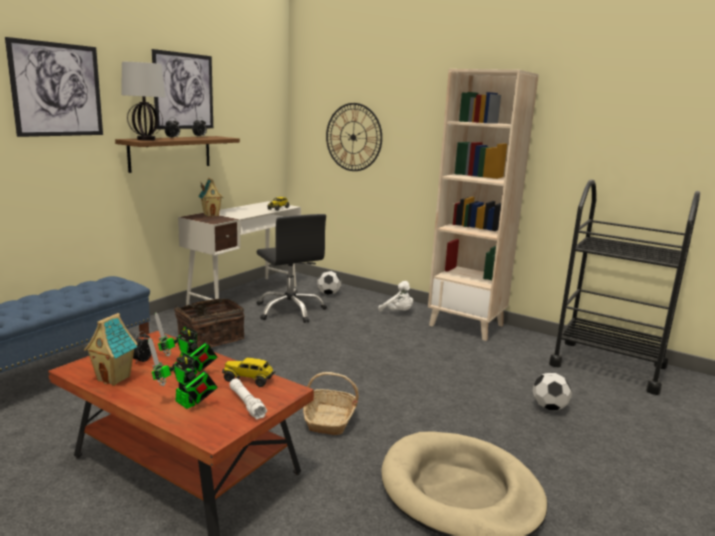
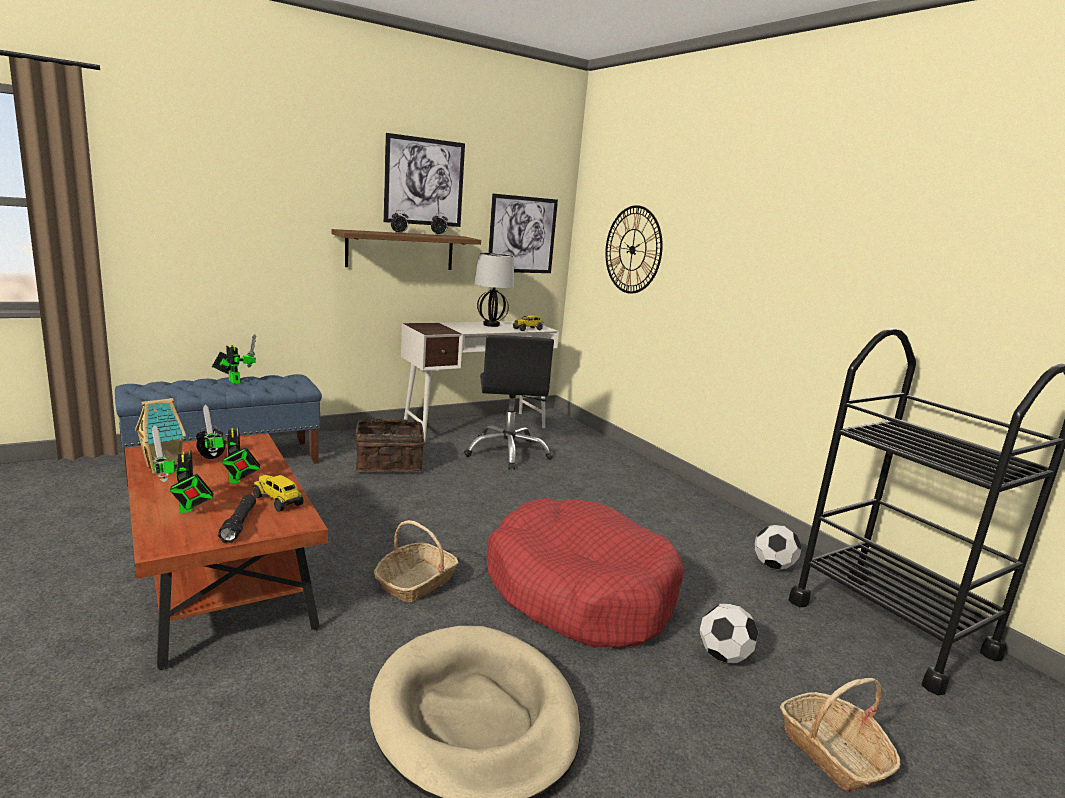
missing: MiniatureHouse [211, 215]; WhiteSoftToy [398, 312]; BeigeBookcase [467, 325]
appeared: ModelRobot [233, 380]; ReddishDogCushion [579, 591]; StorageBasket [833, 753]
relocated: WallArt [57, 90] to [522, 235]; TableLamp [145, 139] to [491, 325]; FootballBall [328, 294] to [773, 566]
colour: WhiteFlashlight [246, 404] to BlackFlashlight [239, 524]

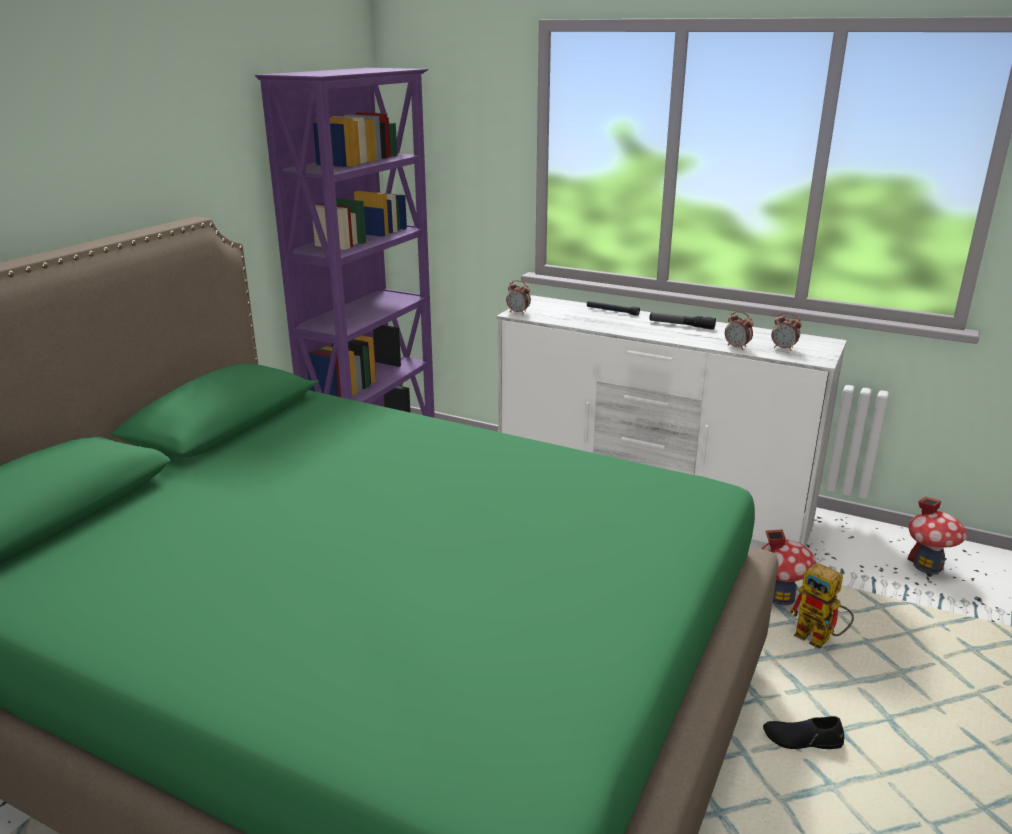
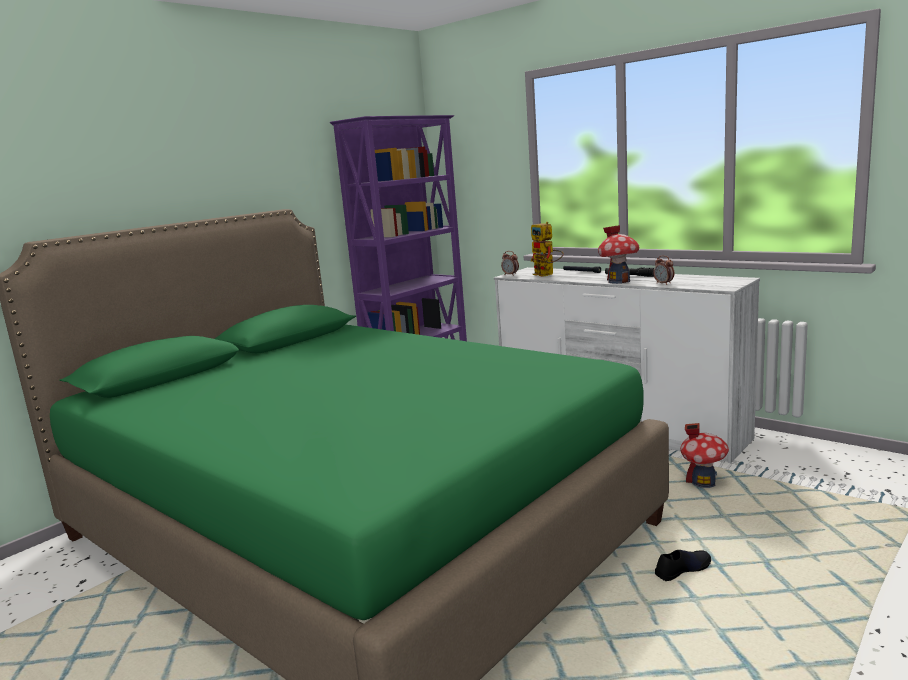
missing: AlarmClock [784, 348]
relocated: ModelRobot [819, 640] to [547, 274]; MiniatureHouse [928, 566] to [619, 281]
spun: BlackItemOfFootwear [802, 740] = [682, 570] 135 degrees clockwise

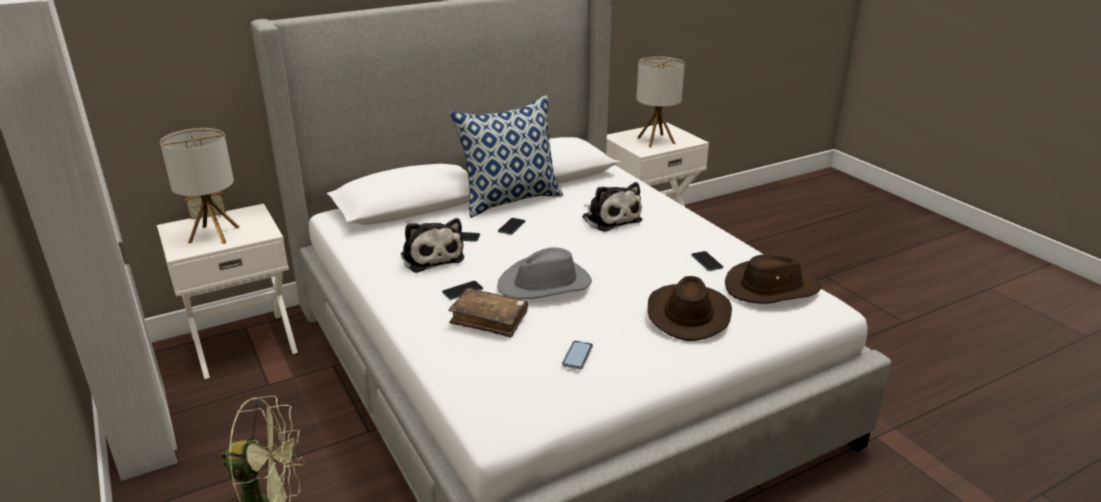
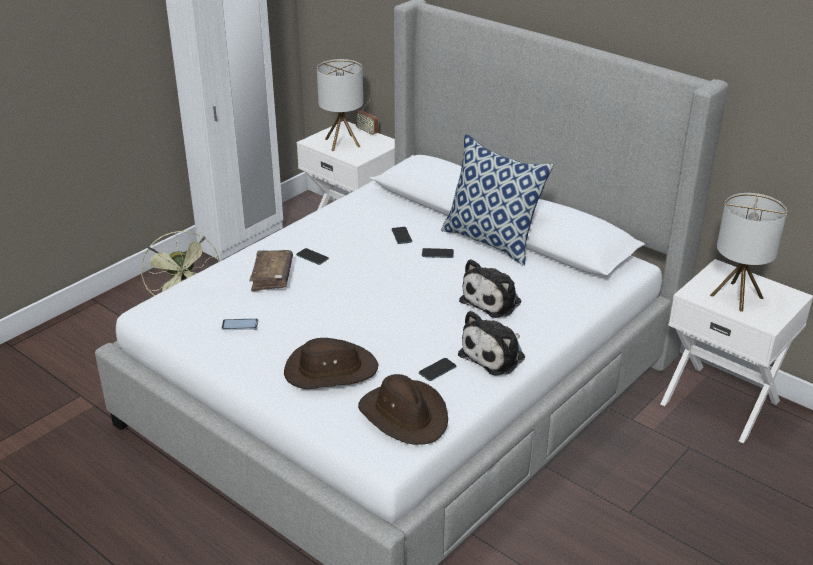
missing: GrayHat [545, 284]
relocated: SoftToy [431, 257] to [495, 355]

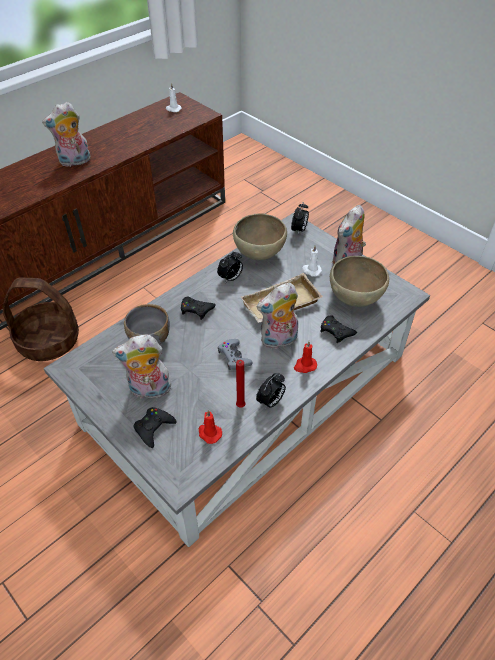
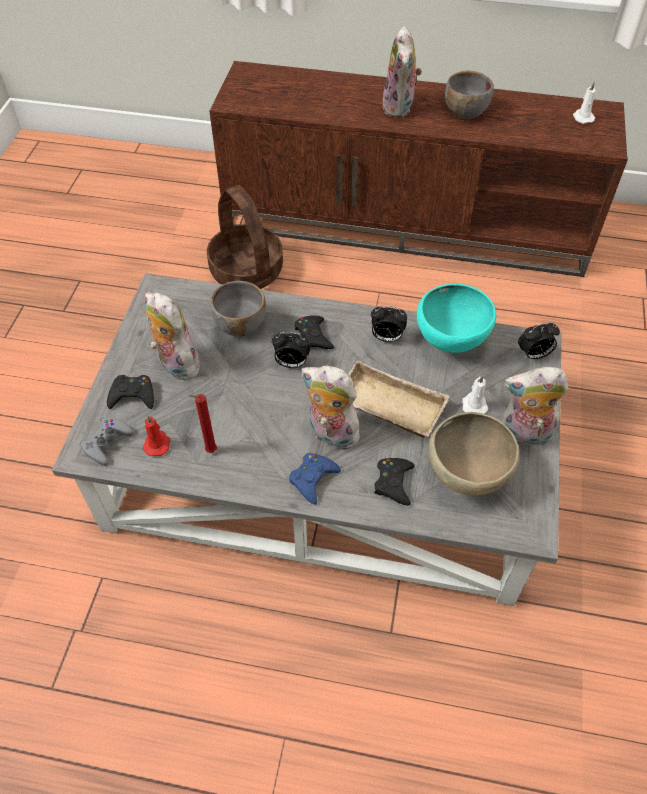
appeared: GrayServingBowl [465, 112]
relocated: GrayGamepad [234, 357] to [107, 443]; AlarmClock [270, 402] to [291, 364]
exchanged: ReddishCandle [305, 366] to BlueColouredGamepad [313, 479]
colour: BrownishServingBowl [259, 254] to TurquoiseColouredServingBowl [451, 341]
spun: SoftToy [74, 162] = [400, 108] 120 degrees counterclockwise

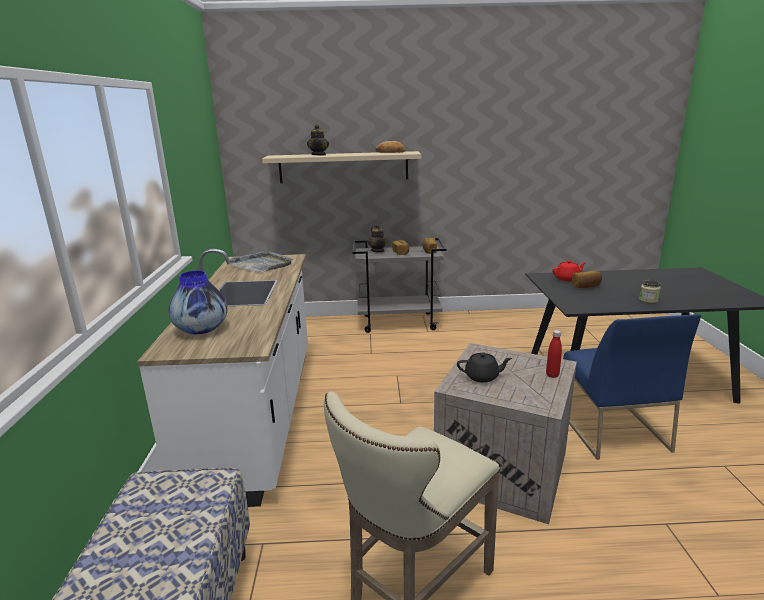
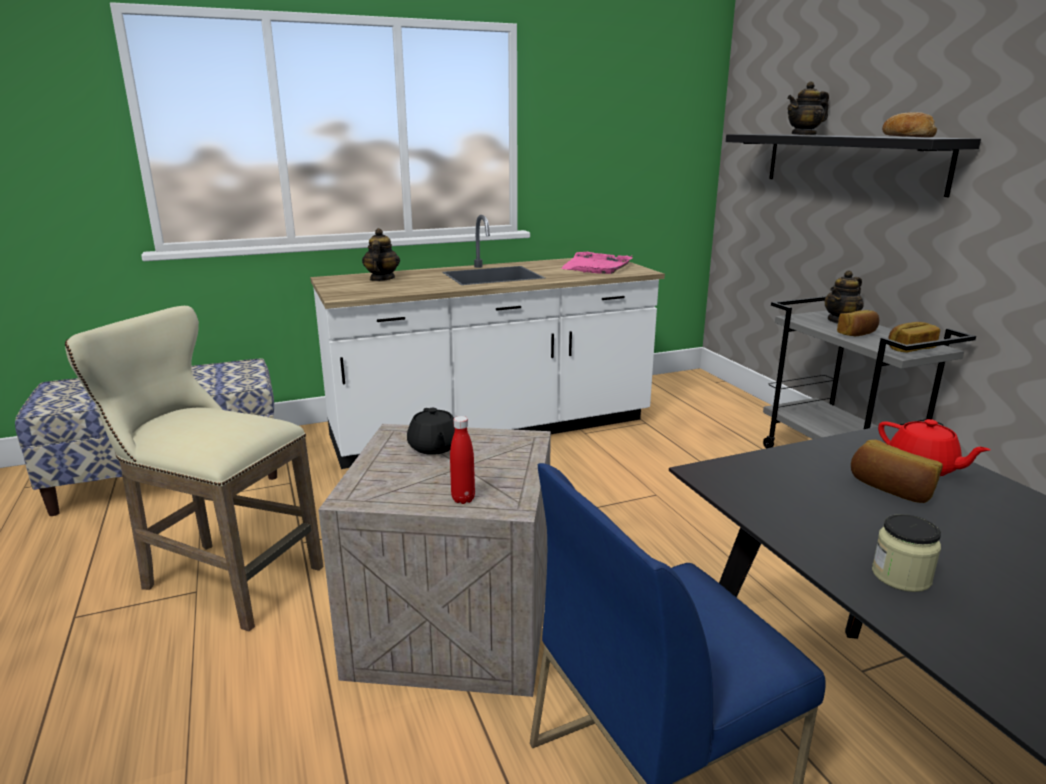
exchanged: Vase [201, 329] to TeaPot [381, 279]
colour: GrayCarryingTray [262, 264] to PinkColouredCarryingTray [596, 266]; BeigeWallShelf [343, 167] to BlackWallShelf [851, 161]

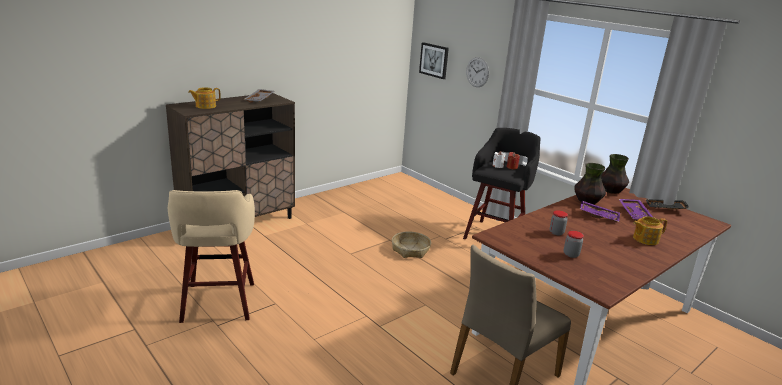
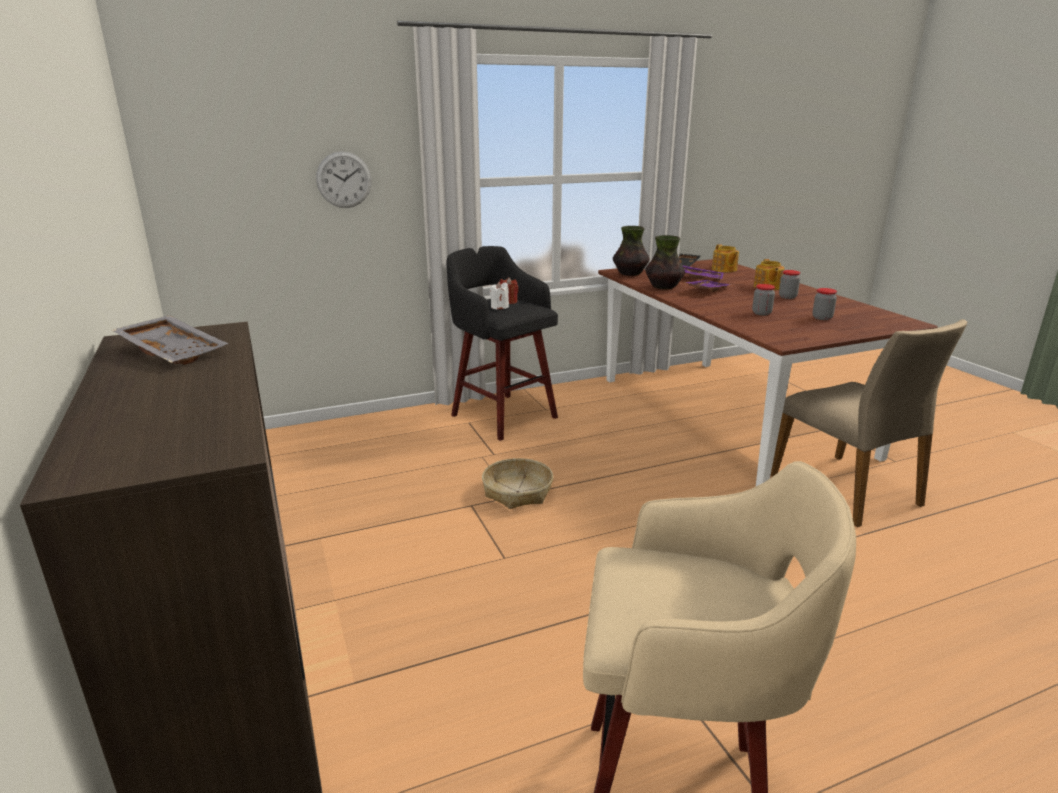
missing: WallArt [434, 60]
appeared: StorageJar [787, 297]
relocated: TeaPot [205, 106] to [724, 269]

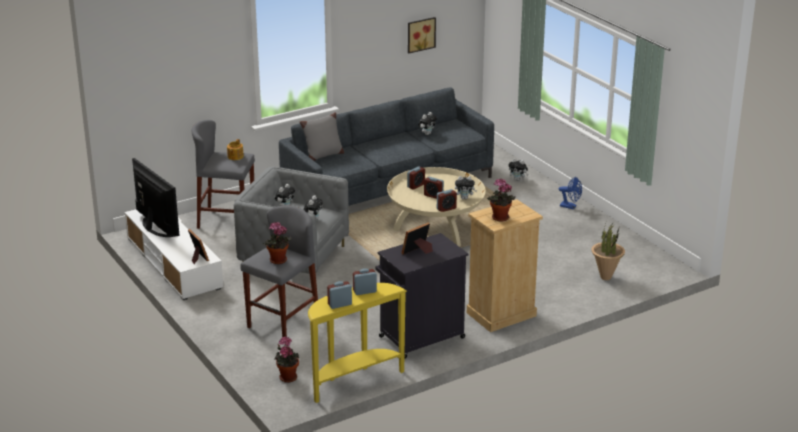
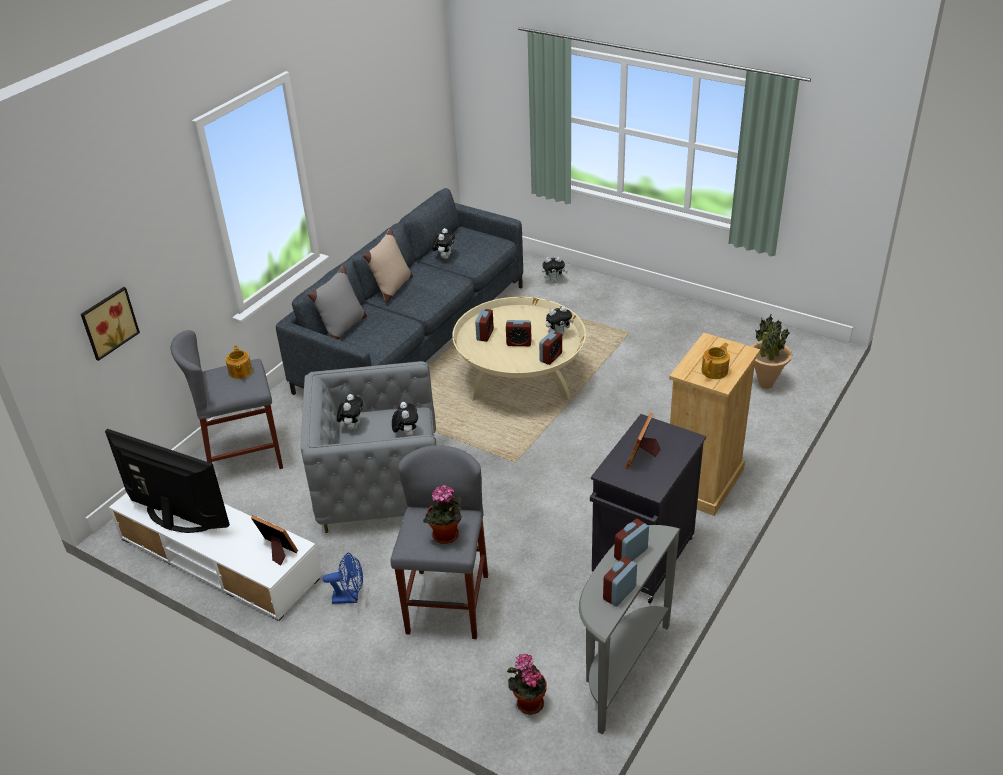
appeared: BeigeCushion [392, 288]
relocated: WallArt [420, 34] to [108, 322]; BlueColouredCoolingFan [570, 206] to [350, 597]
exchanged: PottedPlant [499, 218] to TeaPot [715, 371]
colour: YellowColouredNarrowTable [353, 380] to GrayNarrowTable [619, 669]

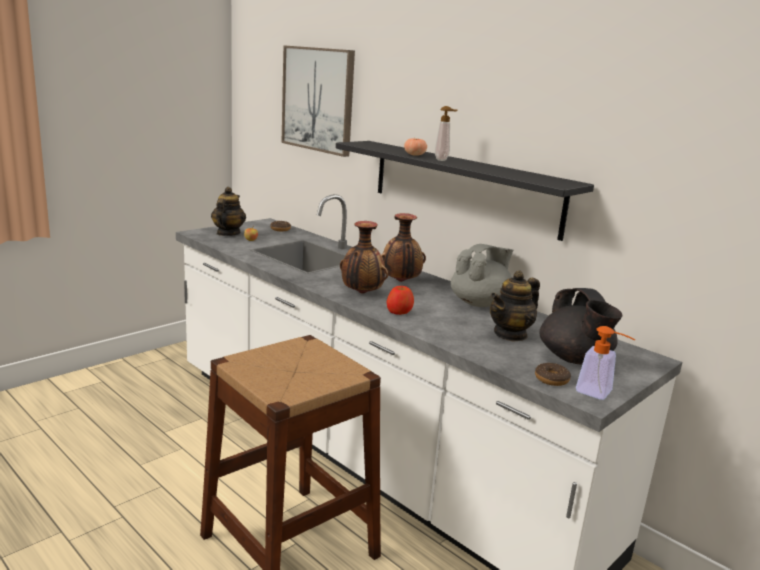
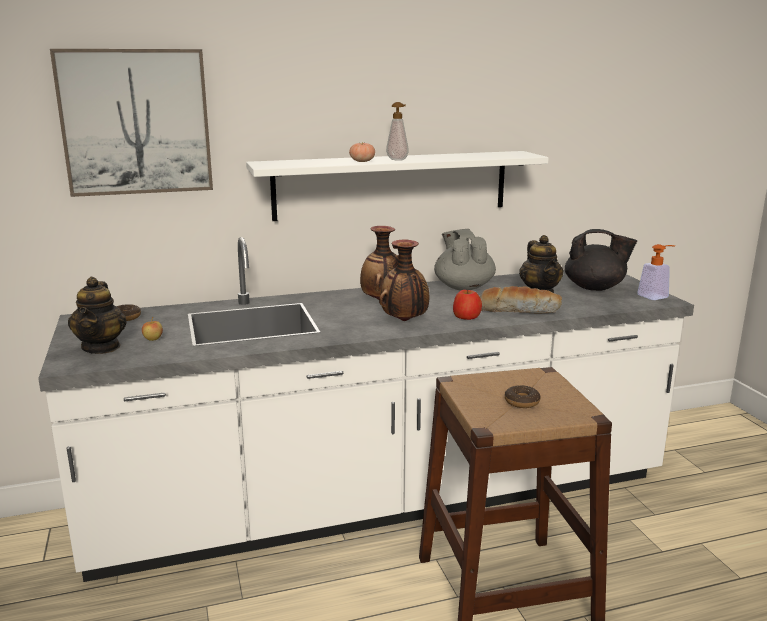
appeared: BakeryBread [518, 310]
relocated: RingDoughnut [551, 379] to [522, 402]
colour: BlackWallShelf [463, 187] to WhiteWallShelf [392, 185]
spun: TeaPot [228, 233] = [101, 347] 135 degrees counterclockwise

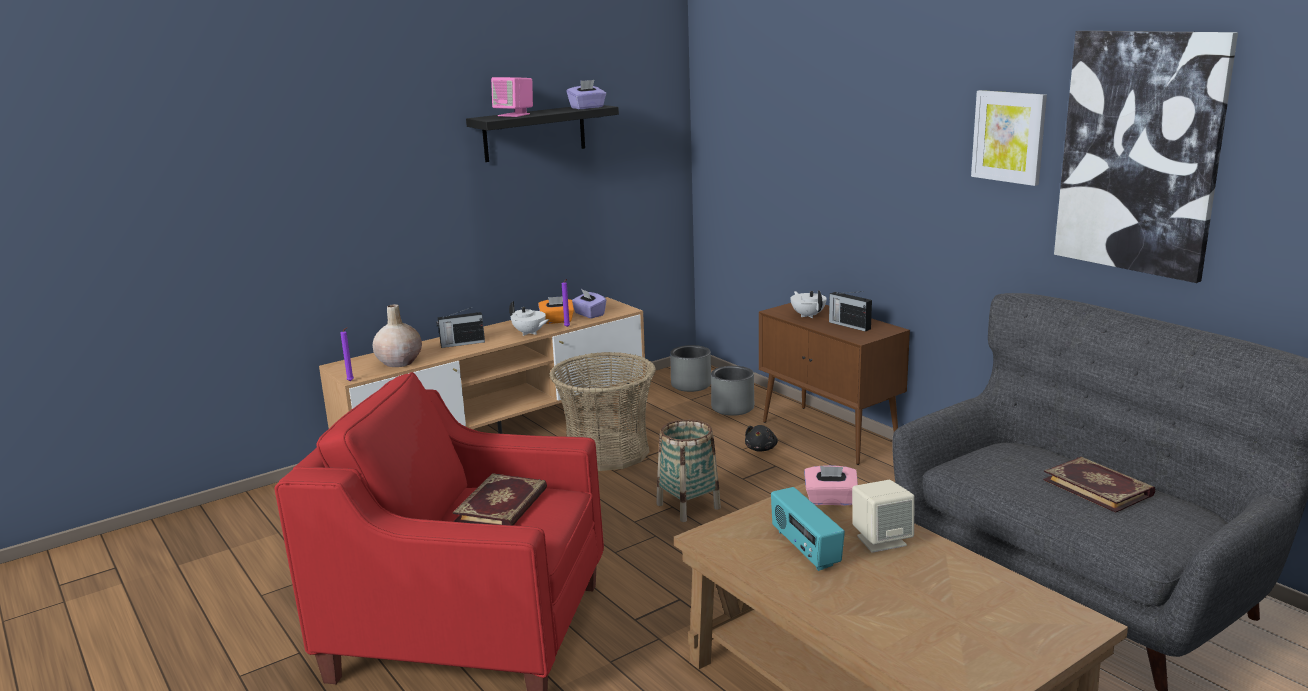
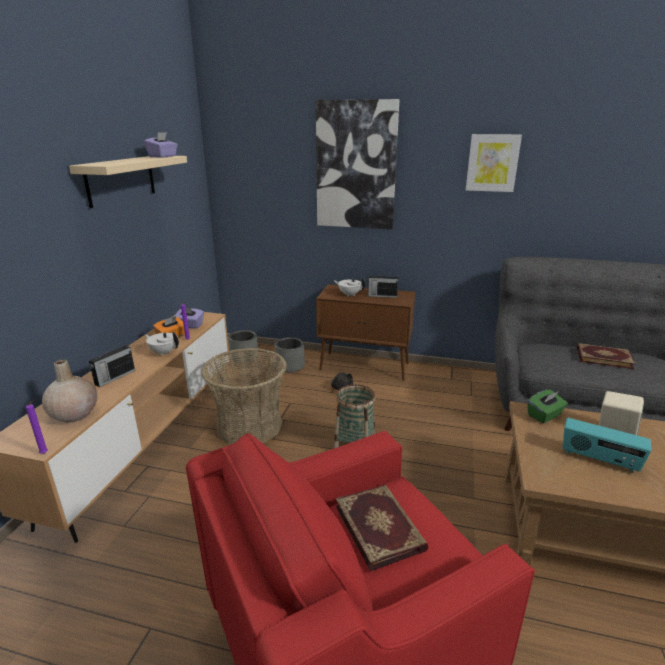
missing: PinkColouredAudioSpeaker [514, 115]
relocated: WallArt [1140, 153] to [356, 166]
colour: BlackWallShelf [534, 133] to BeigeWallShelf [121, 180]; PinkColouredBoxOfTissues [830, 500] to GreenColouredBoxOfTissues [545, 415]
spun: WhiteTeaPot [529, 333] = [164, 352] 150 degrees counterclockwise

